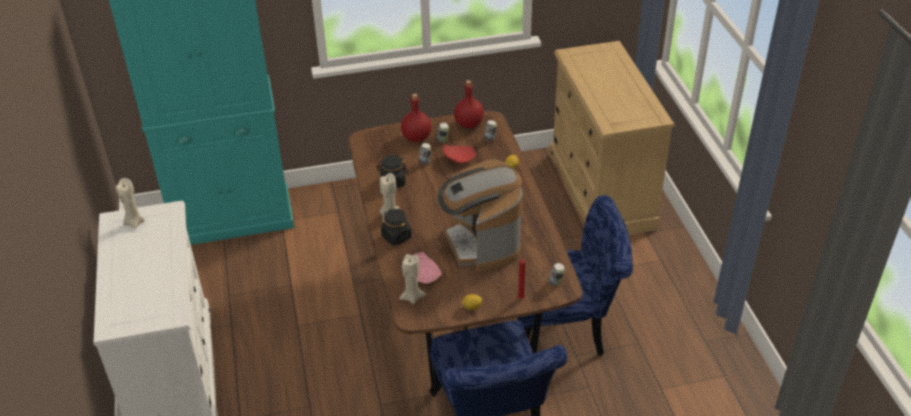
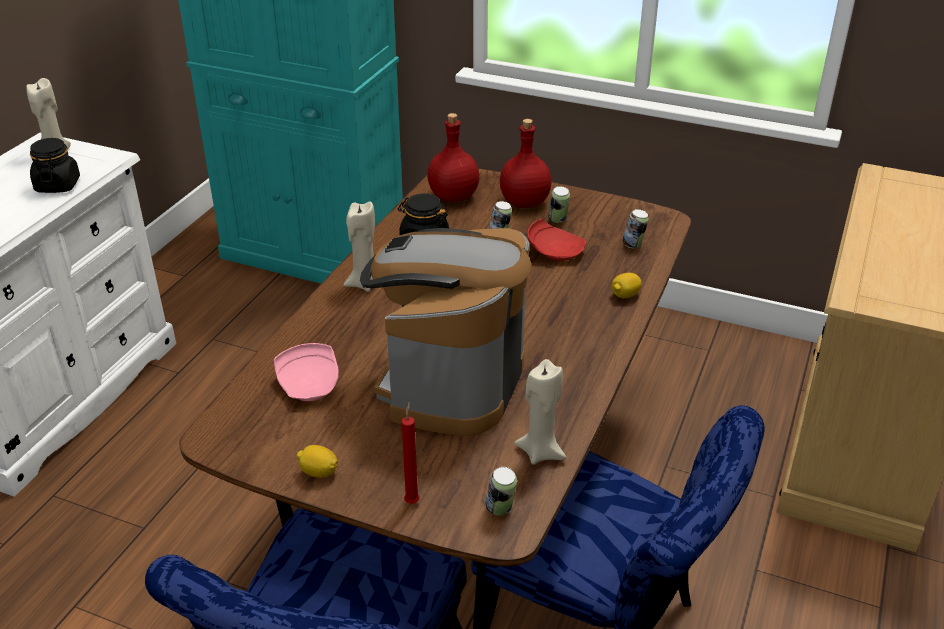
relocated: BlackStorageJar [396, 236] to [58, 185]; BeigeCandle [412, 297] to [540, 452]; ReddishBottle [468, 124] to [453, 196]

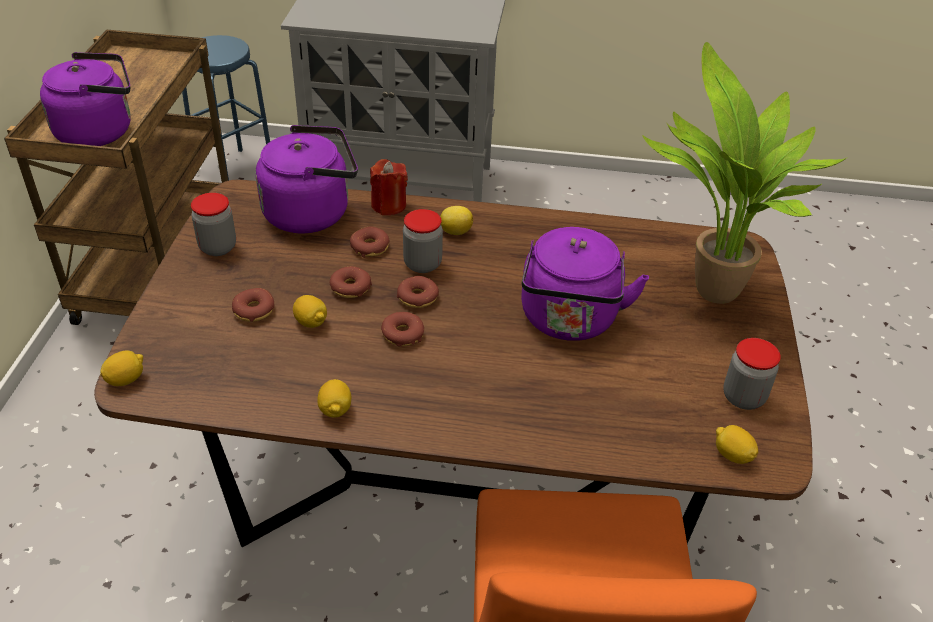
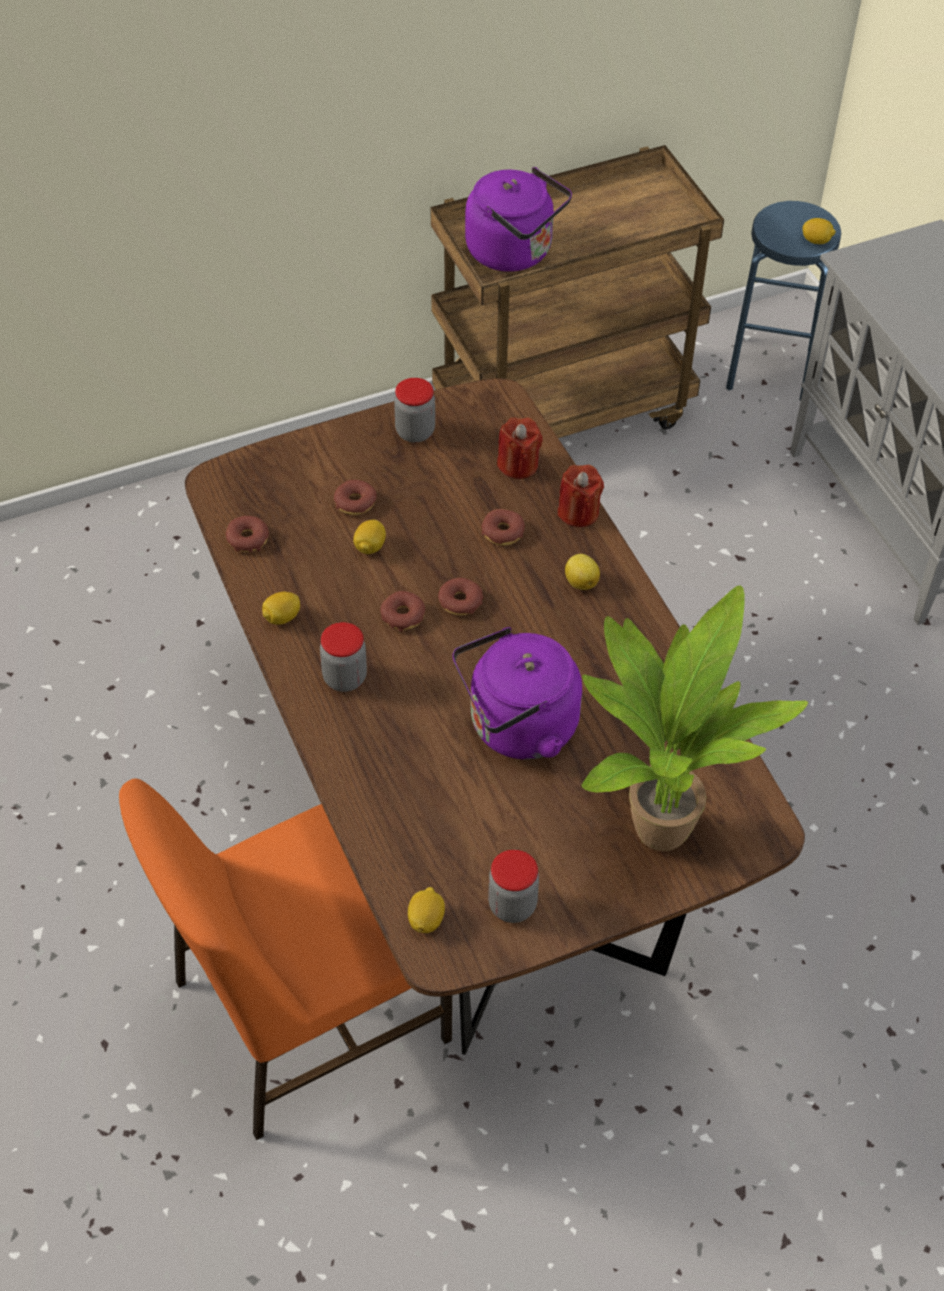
relocated: WholeLemon [126, 379] to [816, 240]; RingDoughnut [350, 288] to [247, 539]; StorageJar [422, 264] to [344, 678]
exchanged: PurpleTeaKettle [312, 212] to ReddishCandle [518, 465]

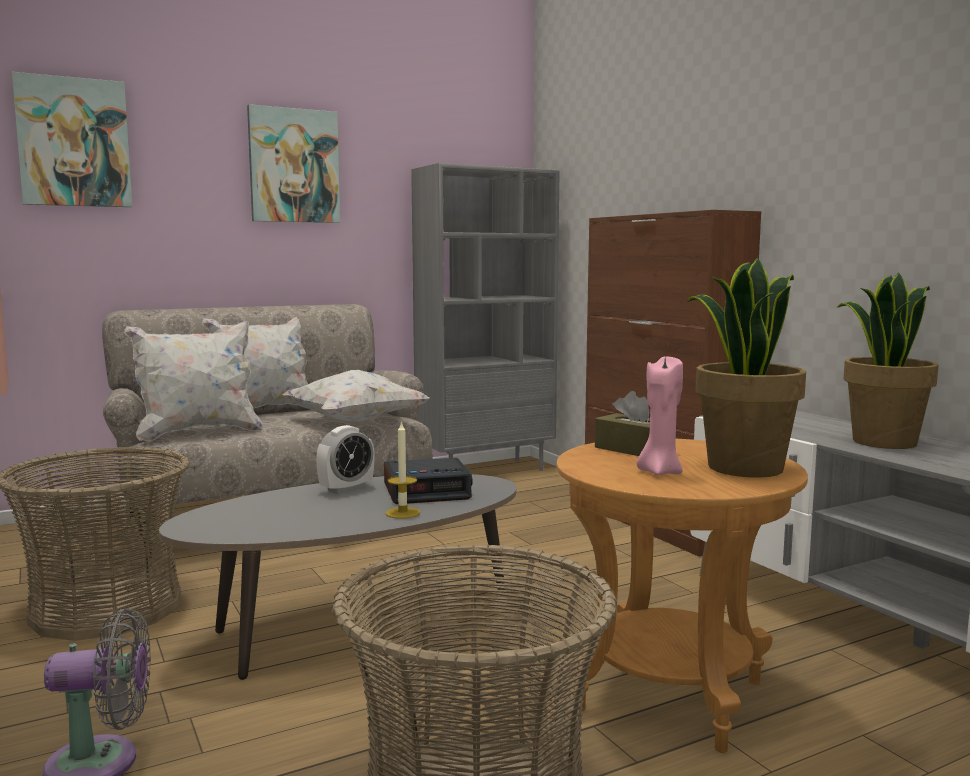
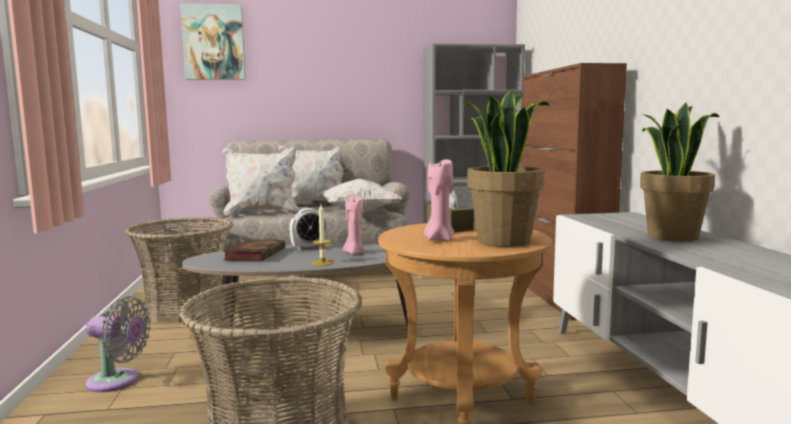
missing: WallArt [294, 166]
appeared: Book [255, 254]
exchanged: AlarmClock [427, 491] to PinkColouredCandle [354, 252]

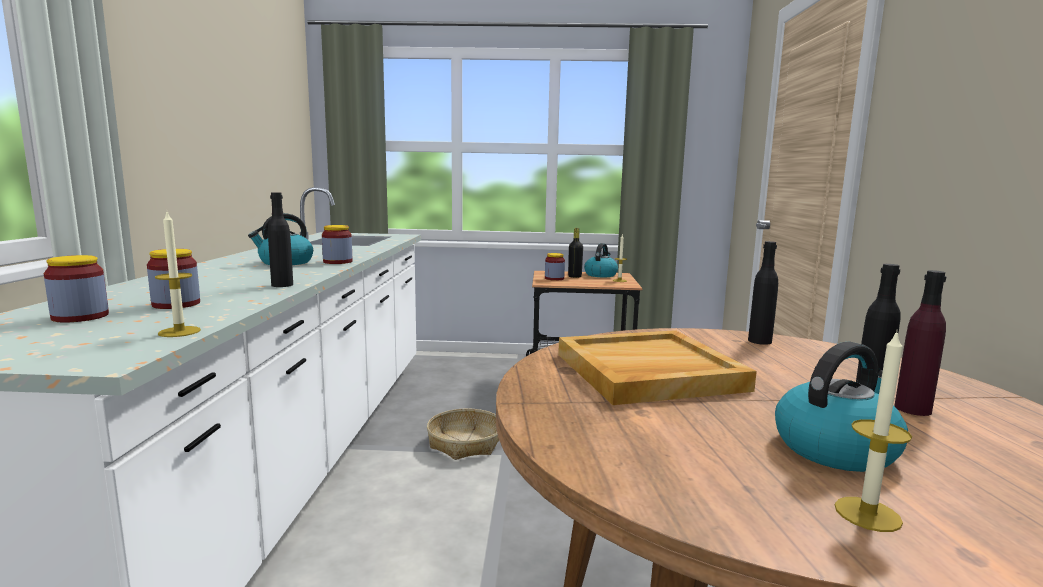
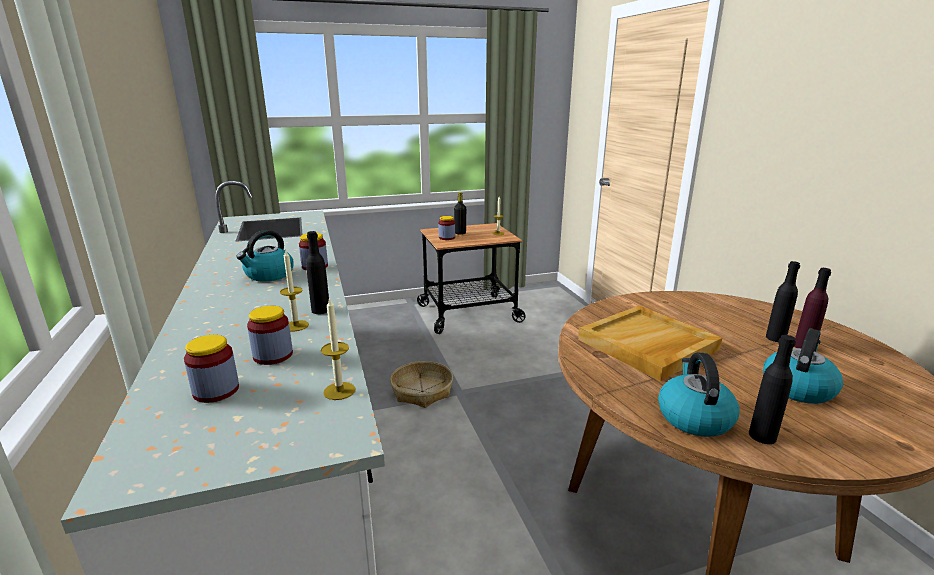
relocated: TeaKettle [600, 275] to [693, 417]; BlackBottle [759, 341] to [762, 436]; Candle [867, 514] to [296, 326]

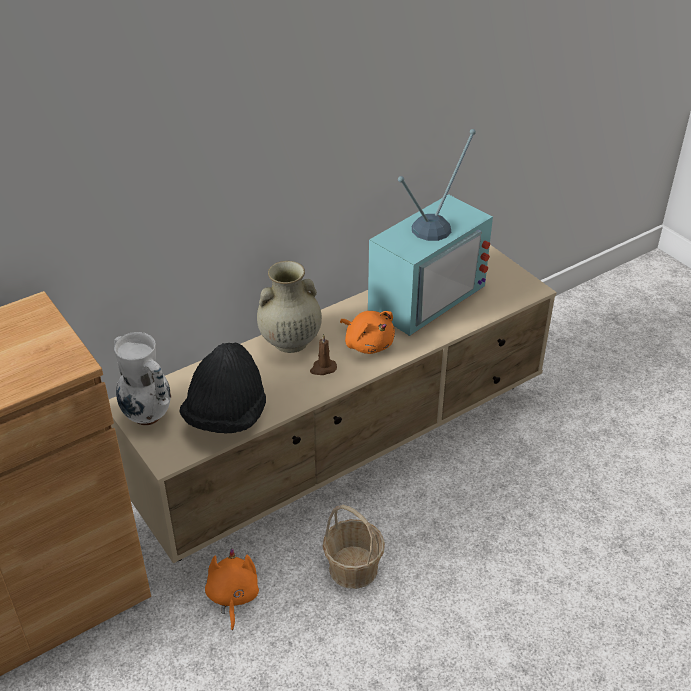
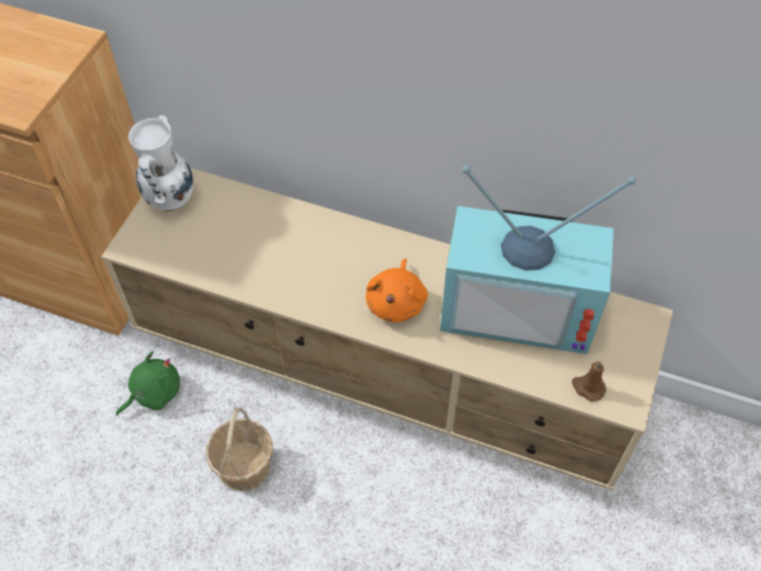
missing: BlackHat [226, 416]; BeigeVase [289, 342]
relocated: BrownishCandle [323, 368] to [587, 387]
colour: OrangeColouredSoftToy [232, 597] to GreenColouredSoftToy [153, 393]

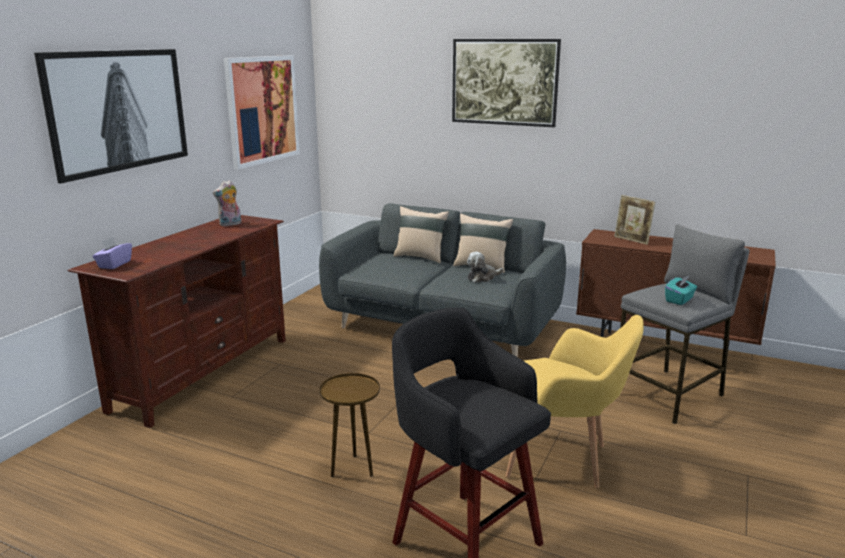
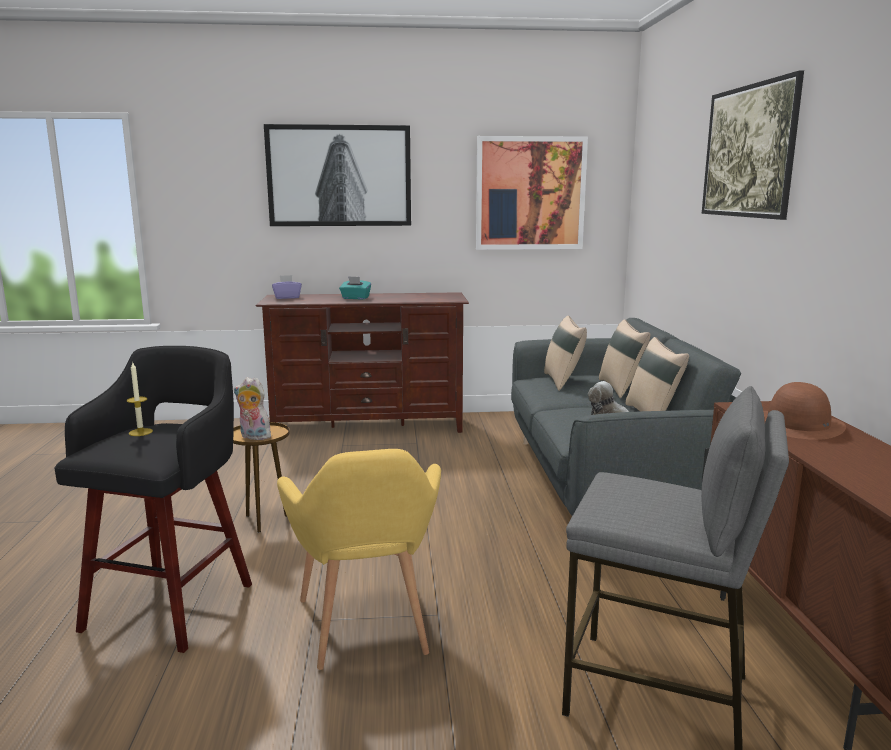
appeared: Candle [140, 432]; BeigeCushion [563, 381]
relocated: SoftToy [230, 224] to [253, 437]; TurquoiseColouredBoxOfTissues [679, 300] to [355, 298]
exchanged: PhotoFrame [632, 240] to BrownishHat [798, 424]

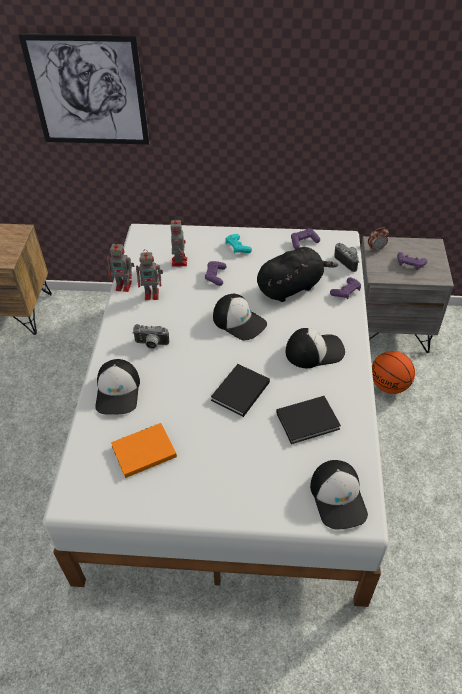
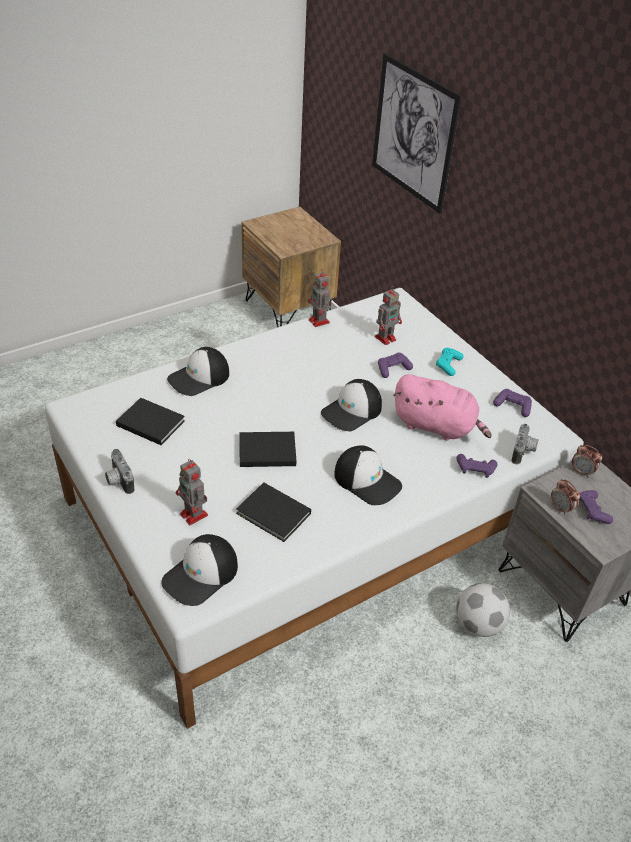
appeared: AlarmClock [561, 508]
relocated: StillCamera [151, 344] to [118, 481]; ModelRobot [152, 294] to [194, 515]
exchanged: BallForBasketball [389, 385] to FootballBall [478, 624]
colour: OrangeColouredBook [142, 451] to BlackBook [150, 422]; BlackSoftToy [291, 287] to PinkColouredSoftToy [436, 426]
spun: BaseballCap [239, 321] = [352, 411] 45 degrees clockwise

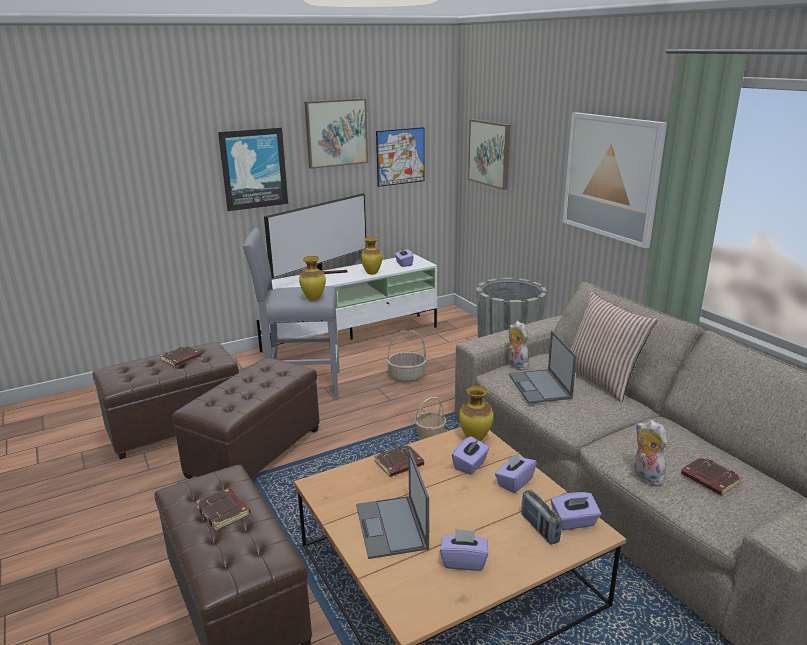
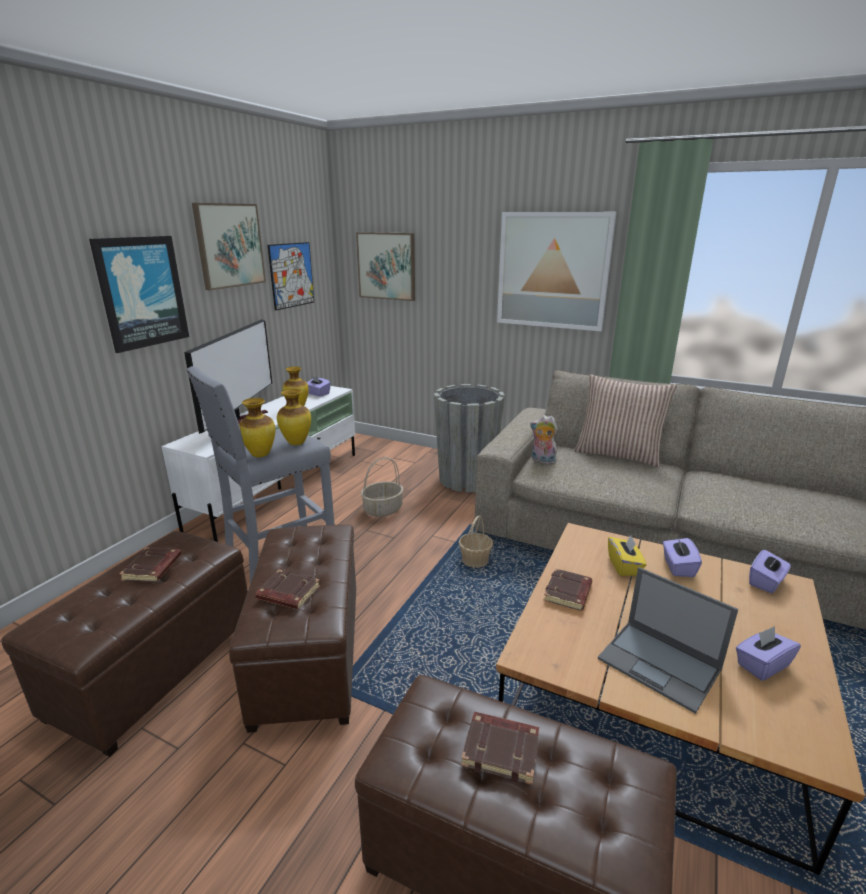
missing: PortableComputer [540, 387]; Radio [539, 528]; SoftToy [645, 476]
relocated: Vase [475, 439] to [261, 454]; BrownishBook [709, 479] to [287, 594]
colour: PurpleBoxOfTissues [470, 465] to YellowColouredBoxOfTissues [624, 566]

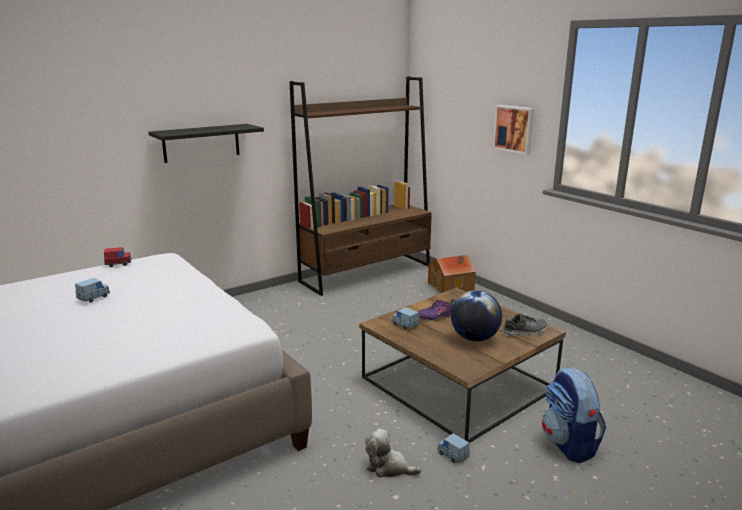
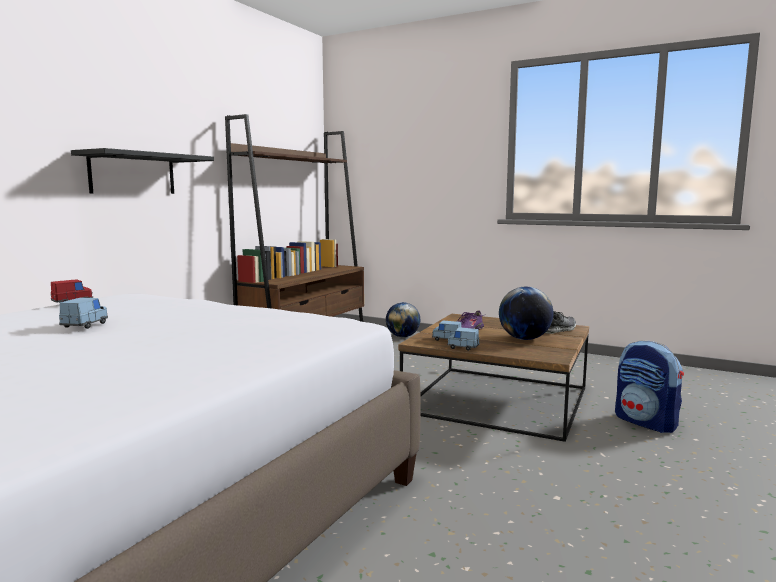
missing: SoftToy [388, 467]; WallArt [514, 129]
relocated: BlueColouredModelCar [453, 455] to [463, 347]
exchanged: MiniatureHouse [451, 287] to DeskGlobe [402, 336]

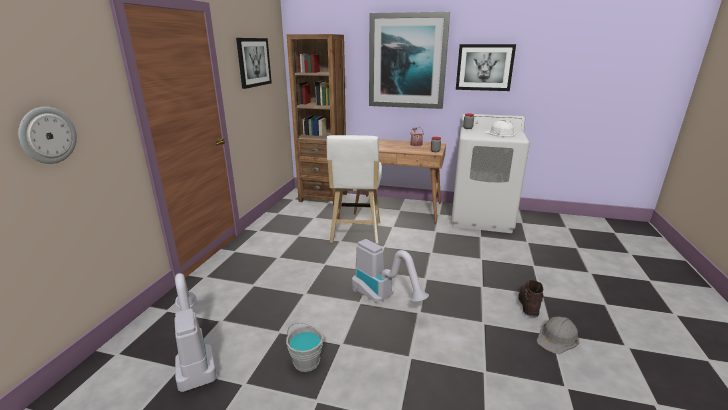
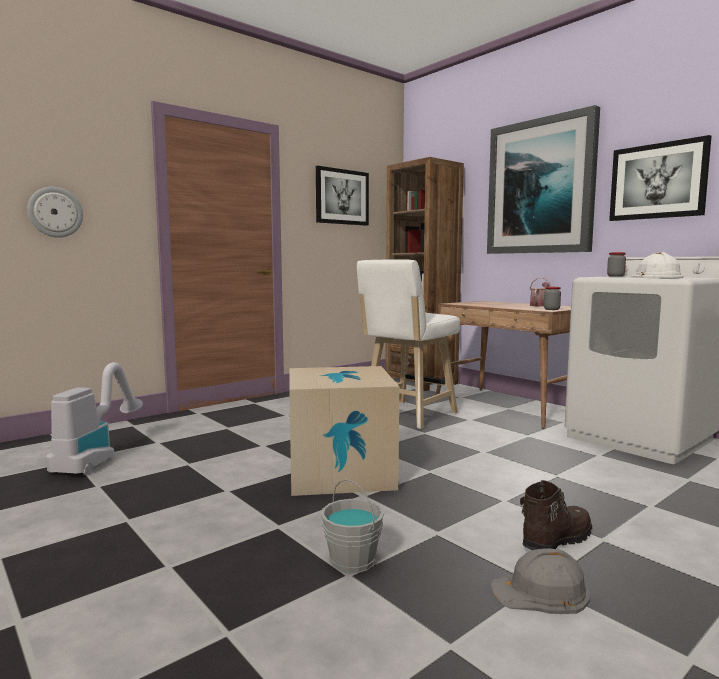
relocated: GrayWaterBucket [306, 361] to [353, 560]
exchanged: Vacuum [383, 298] to CardboardBox [340, 472]

